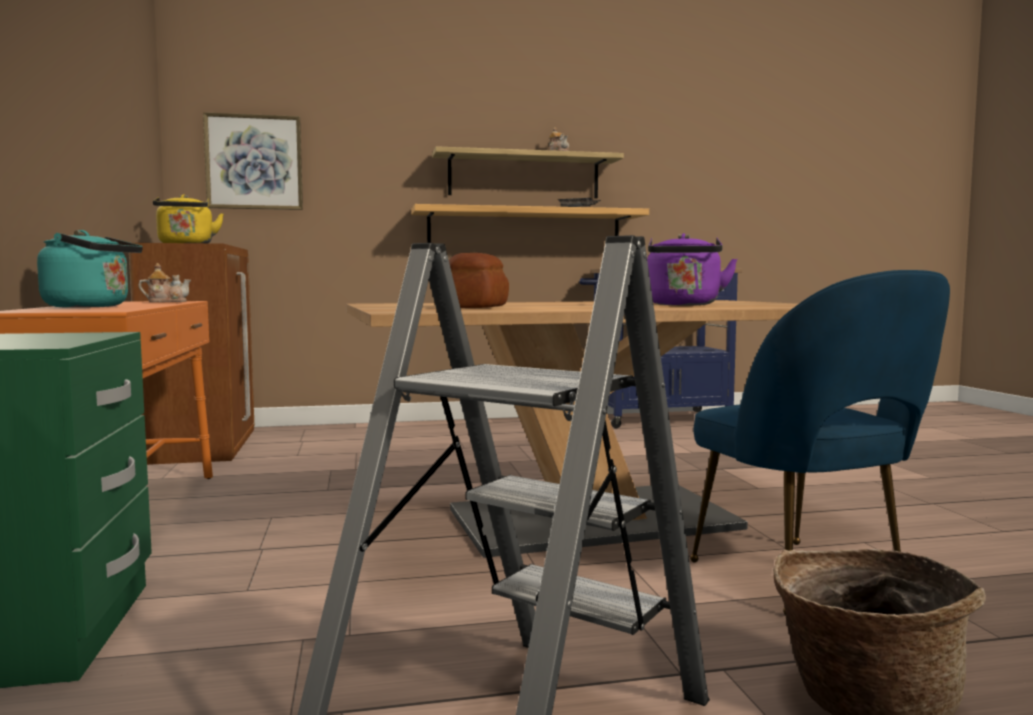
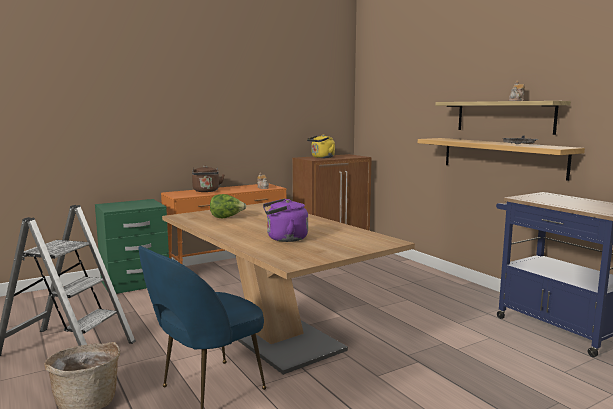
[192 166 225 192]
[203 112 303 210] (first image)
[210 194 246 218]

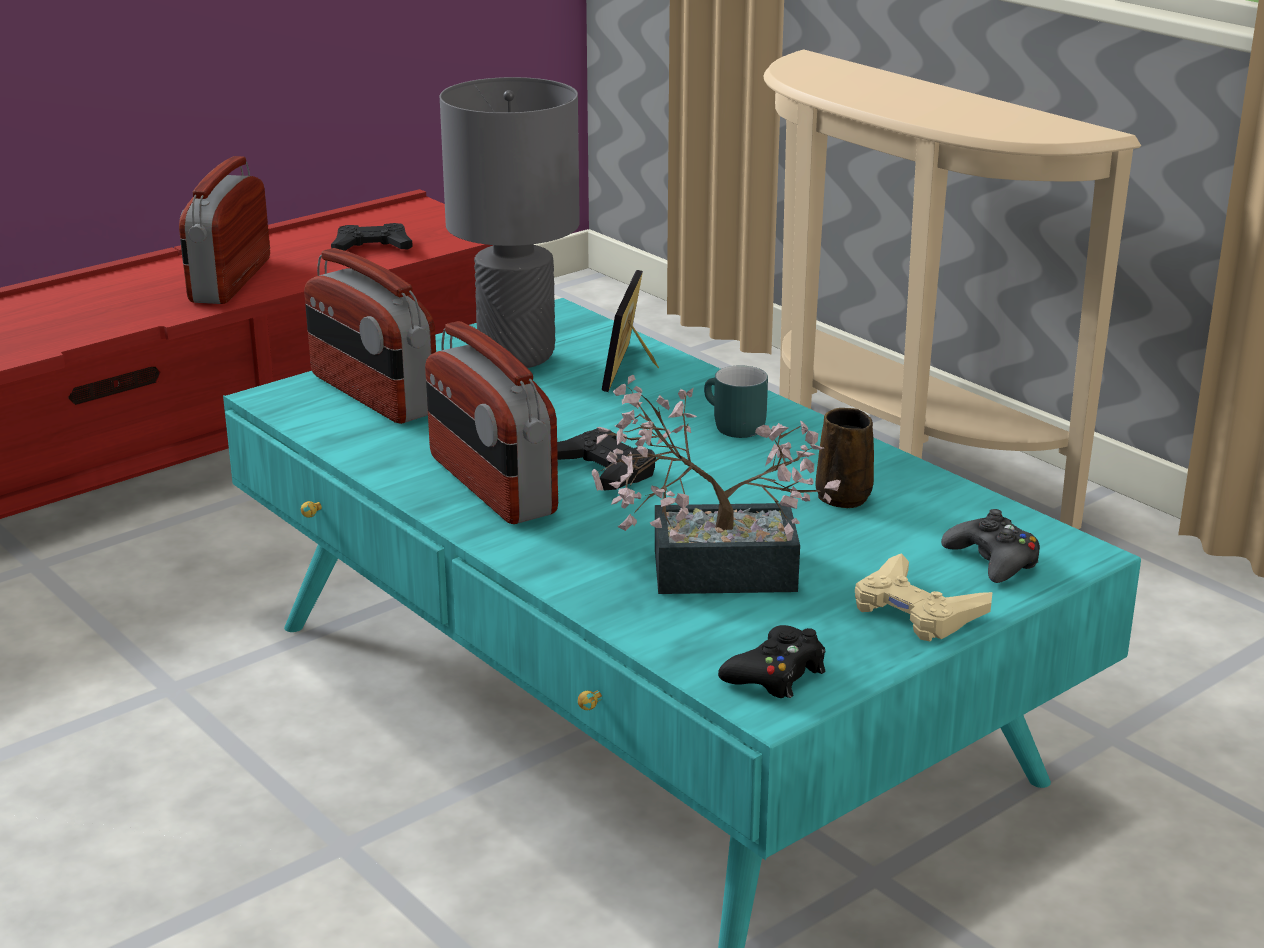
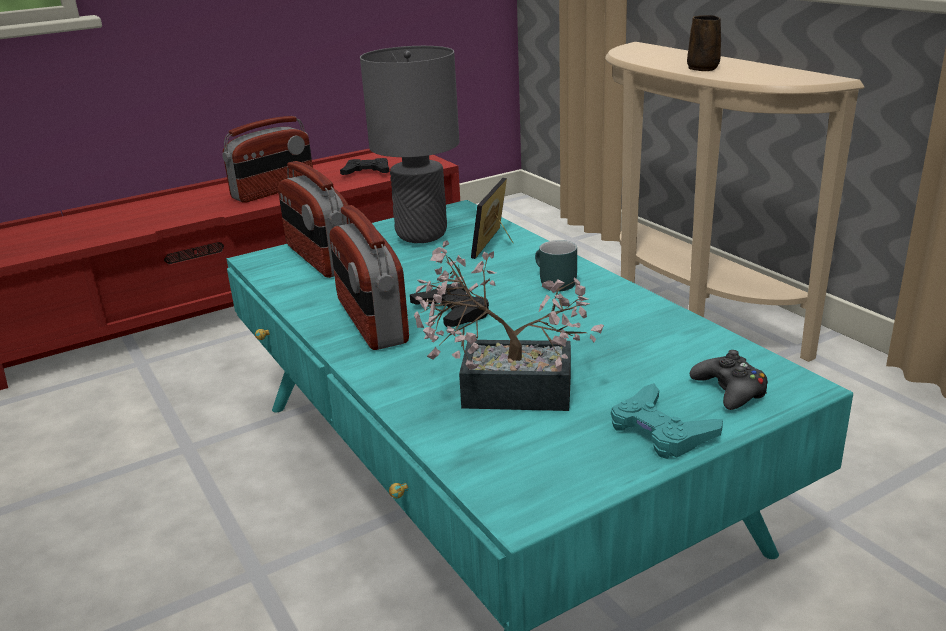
[222 116 313 203]
[718 625 825 698] (first image)
[687 15 721 71]
[611 383 723 459]

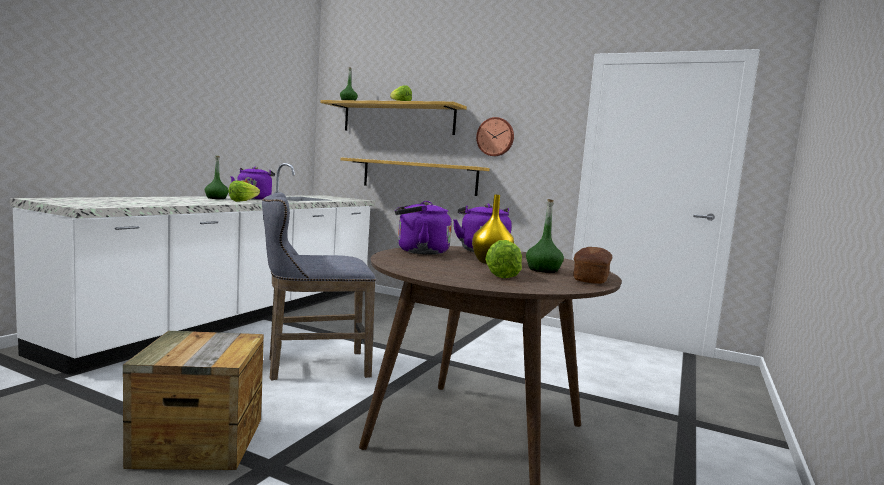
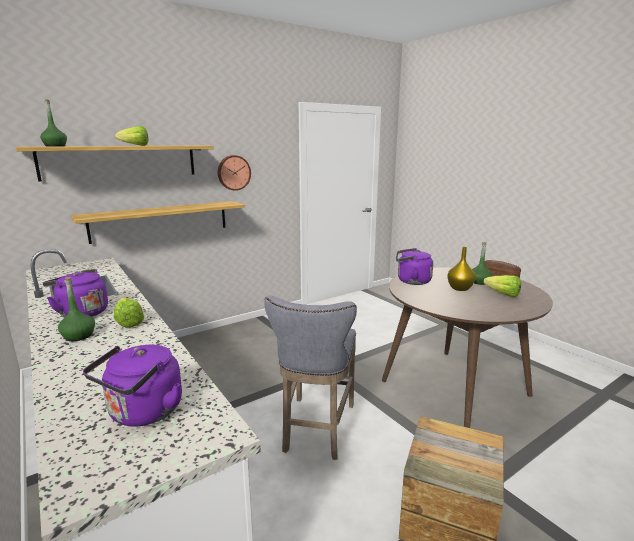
[83 345 182 427]

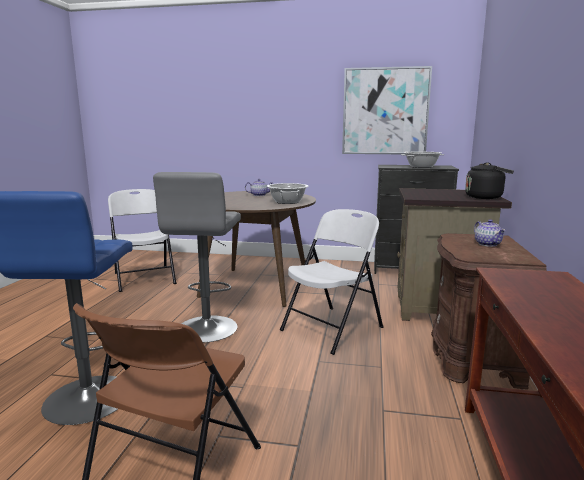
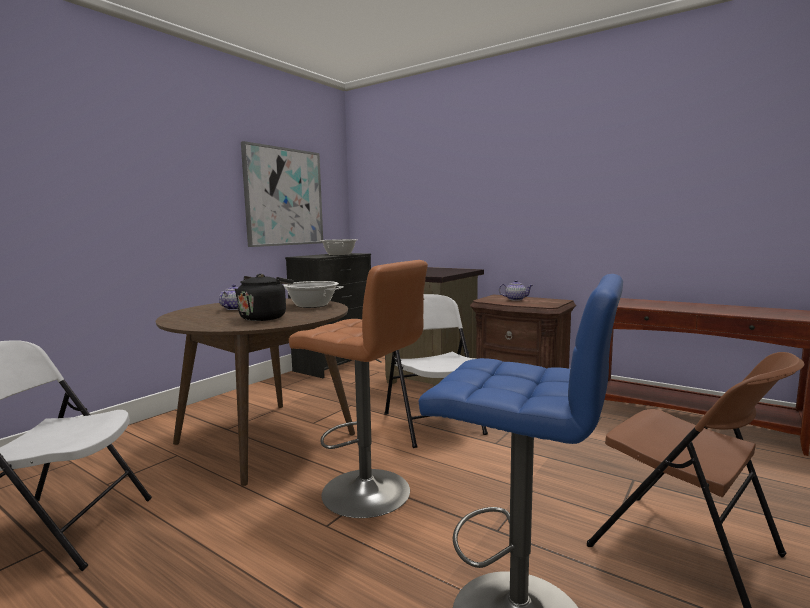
[289 260 428 518]
[235 274 293 321]

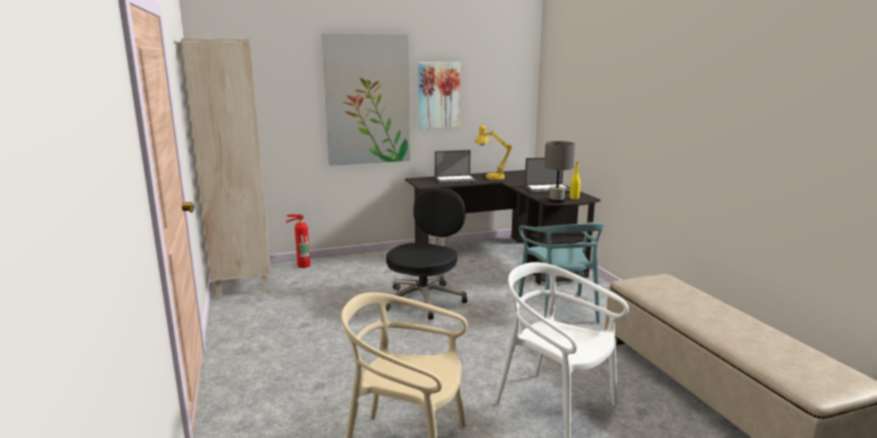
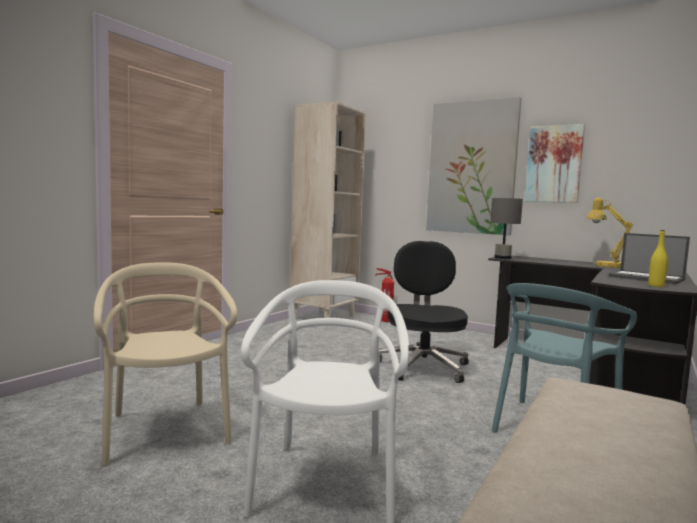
[379 241 469 383]
[435 150 477 184] (first image)
[490 198 523 259]

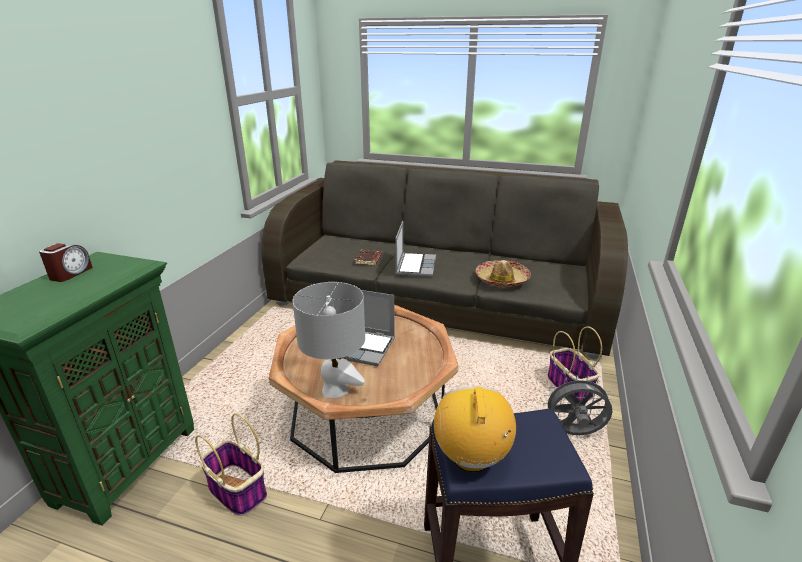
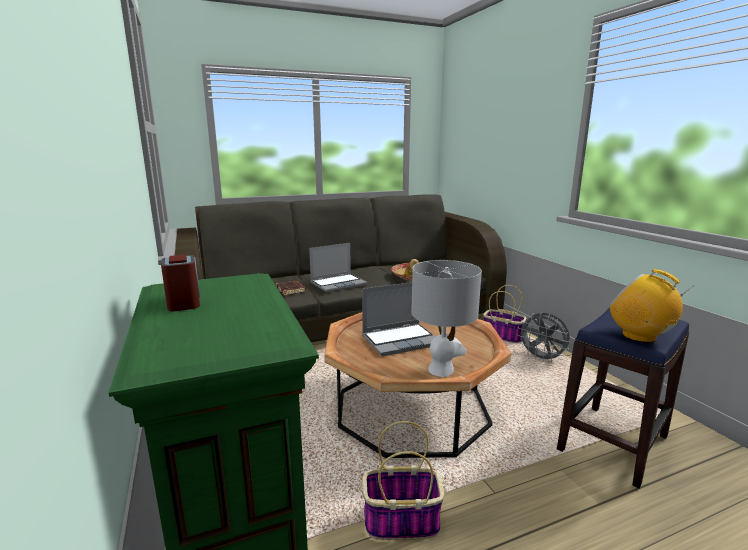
[309 243 367 292]
[517 312 570 363]

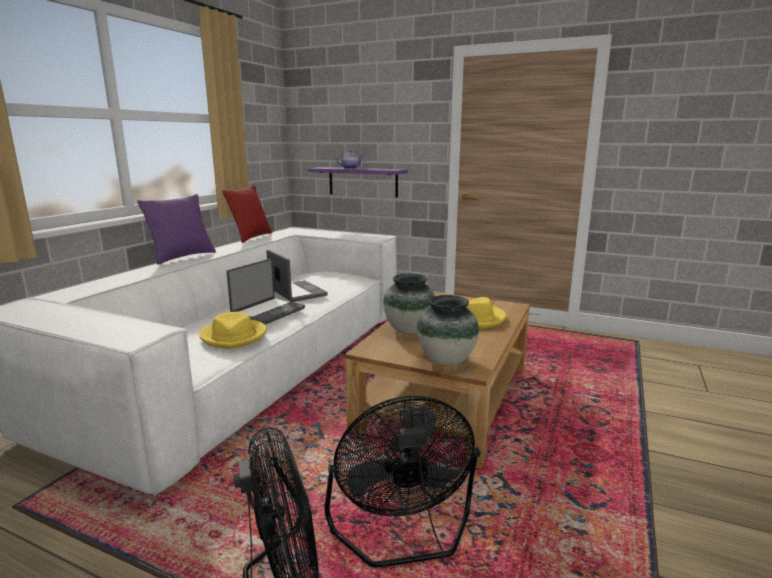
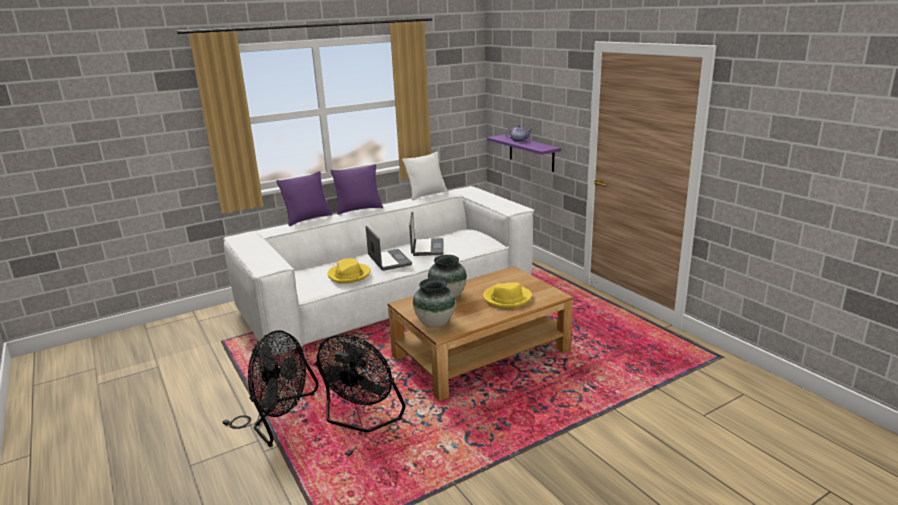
[402 151 448 200]
[366 226 412 271]
[276 171 332 226]

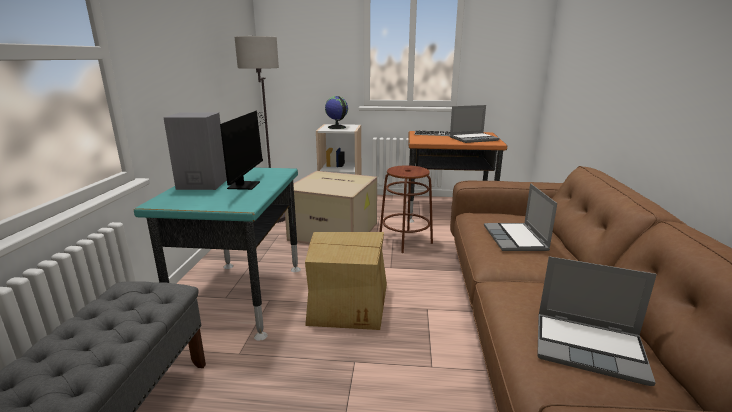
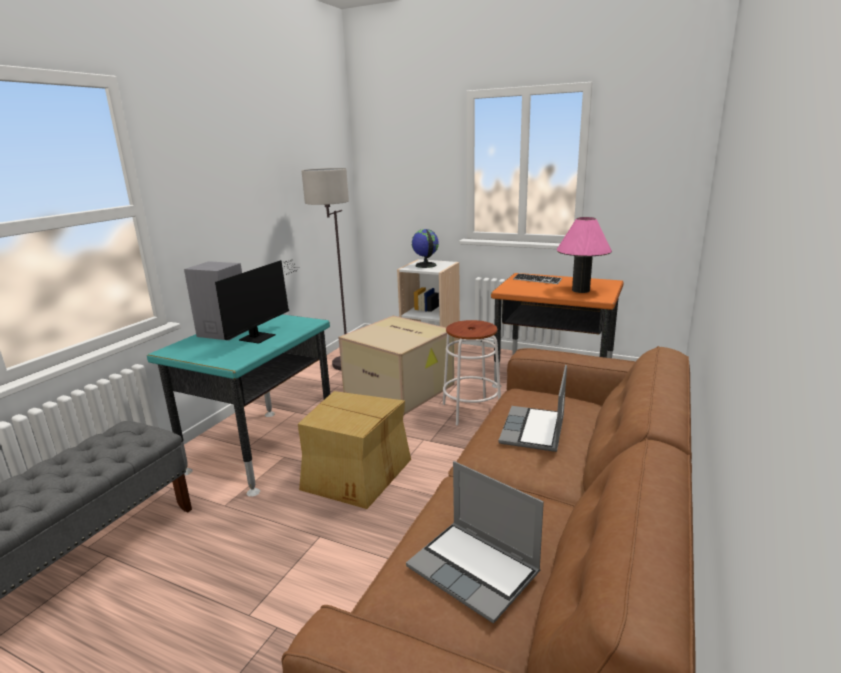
[443 320 501 425]
[557 217 612 293]

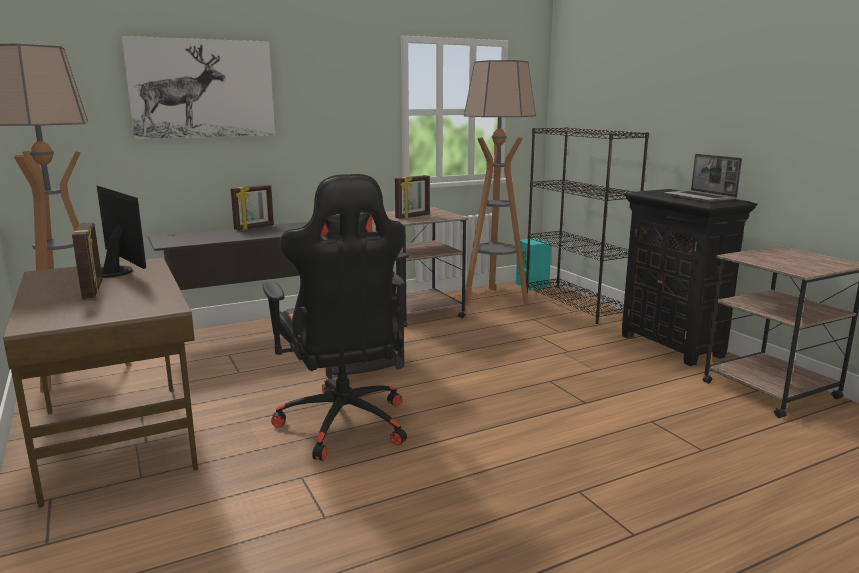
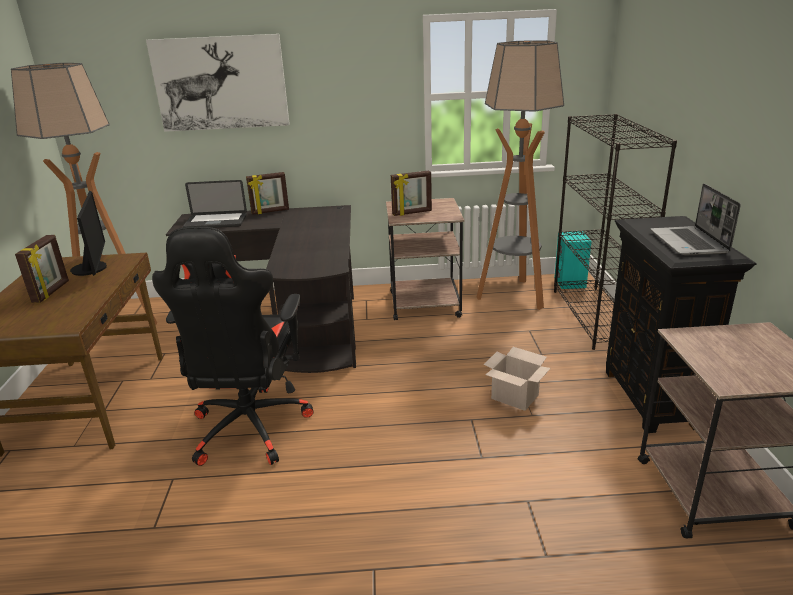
[183 180 247 228]
[483 347 551 411]

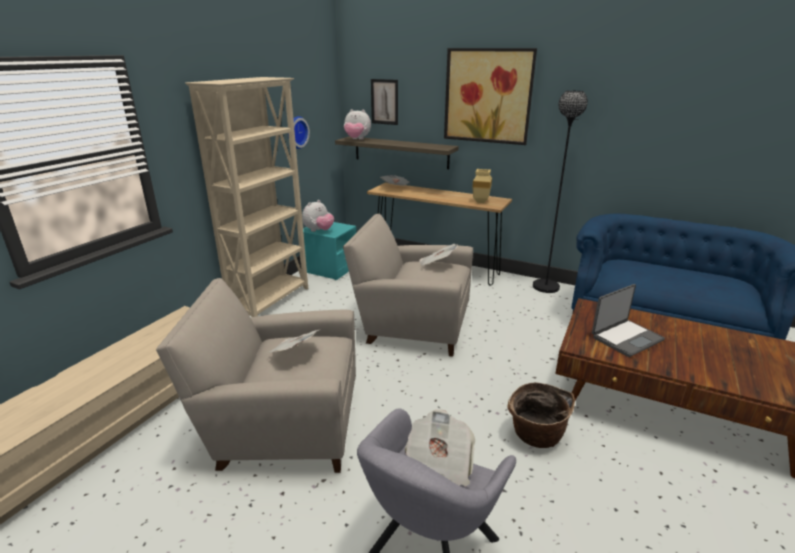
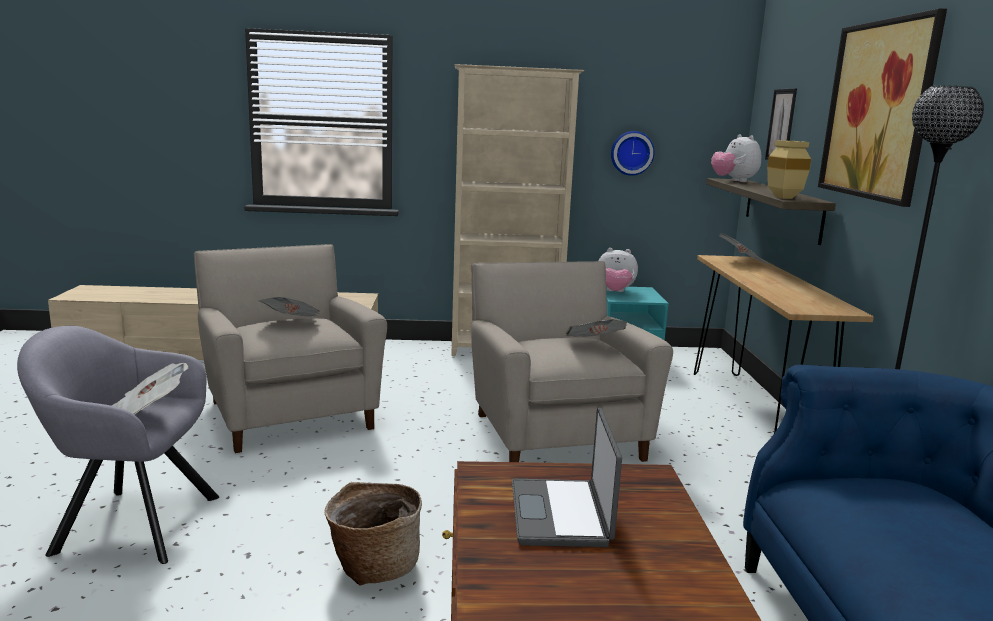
[767 140 811 199]
[512 408 622 547]

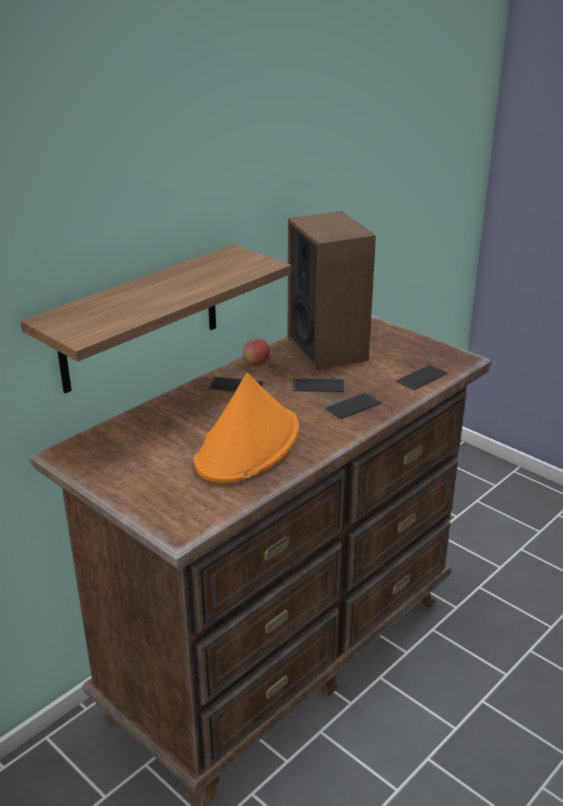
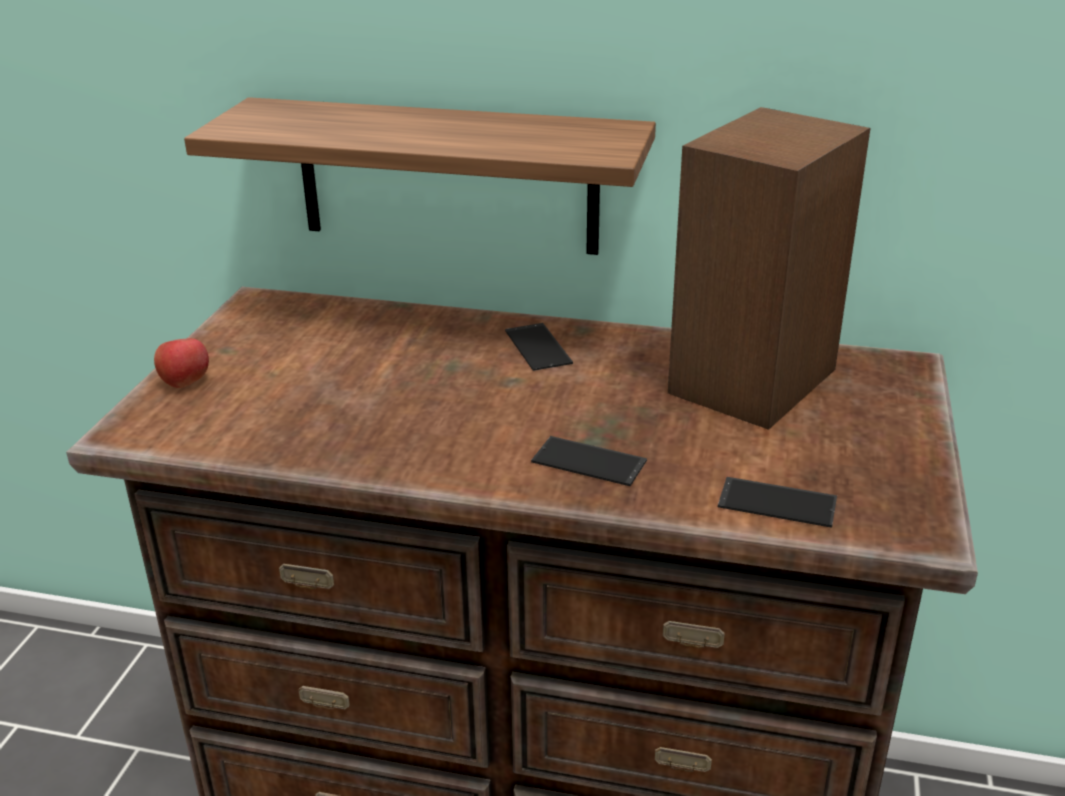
[194 373 299 483] (first image)
[154 338 209 388]
[292 378 345 392] (first image)

